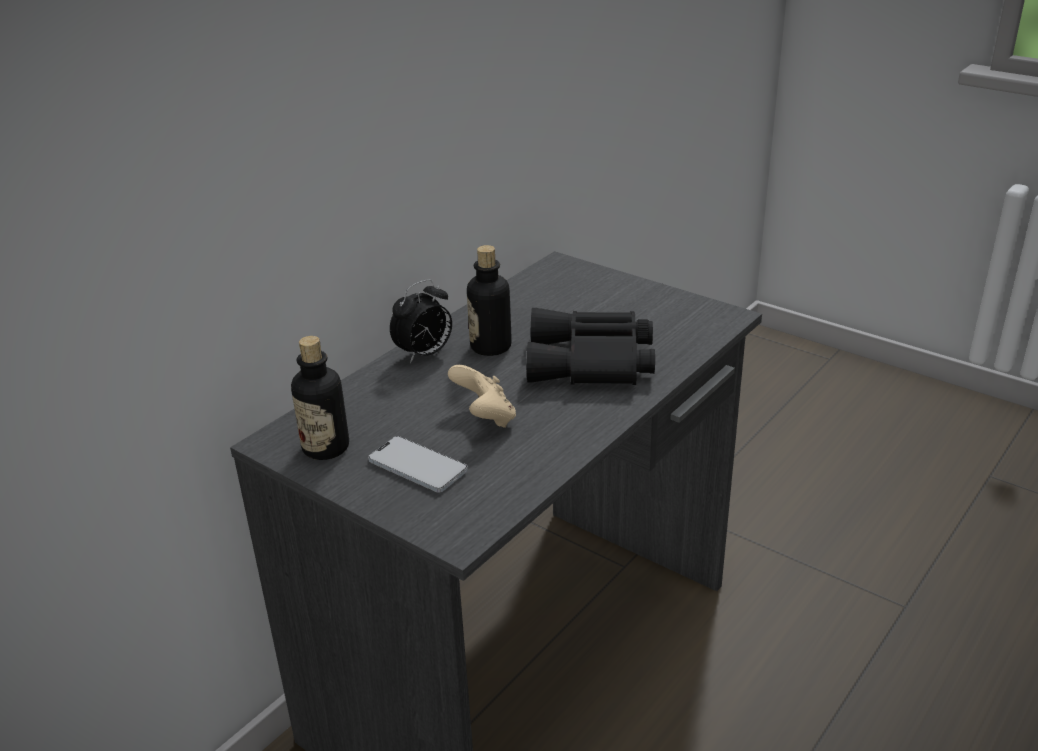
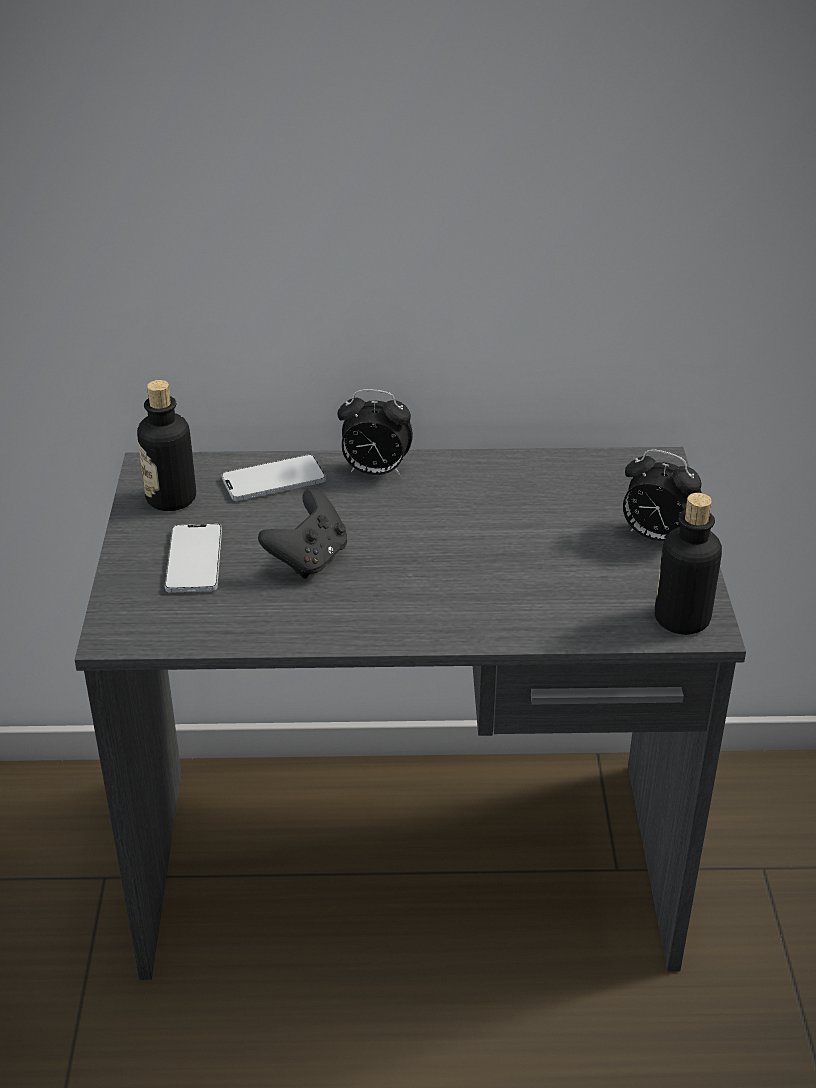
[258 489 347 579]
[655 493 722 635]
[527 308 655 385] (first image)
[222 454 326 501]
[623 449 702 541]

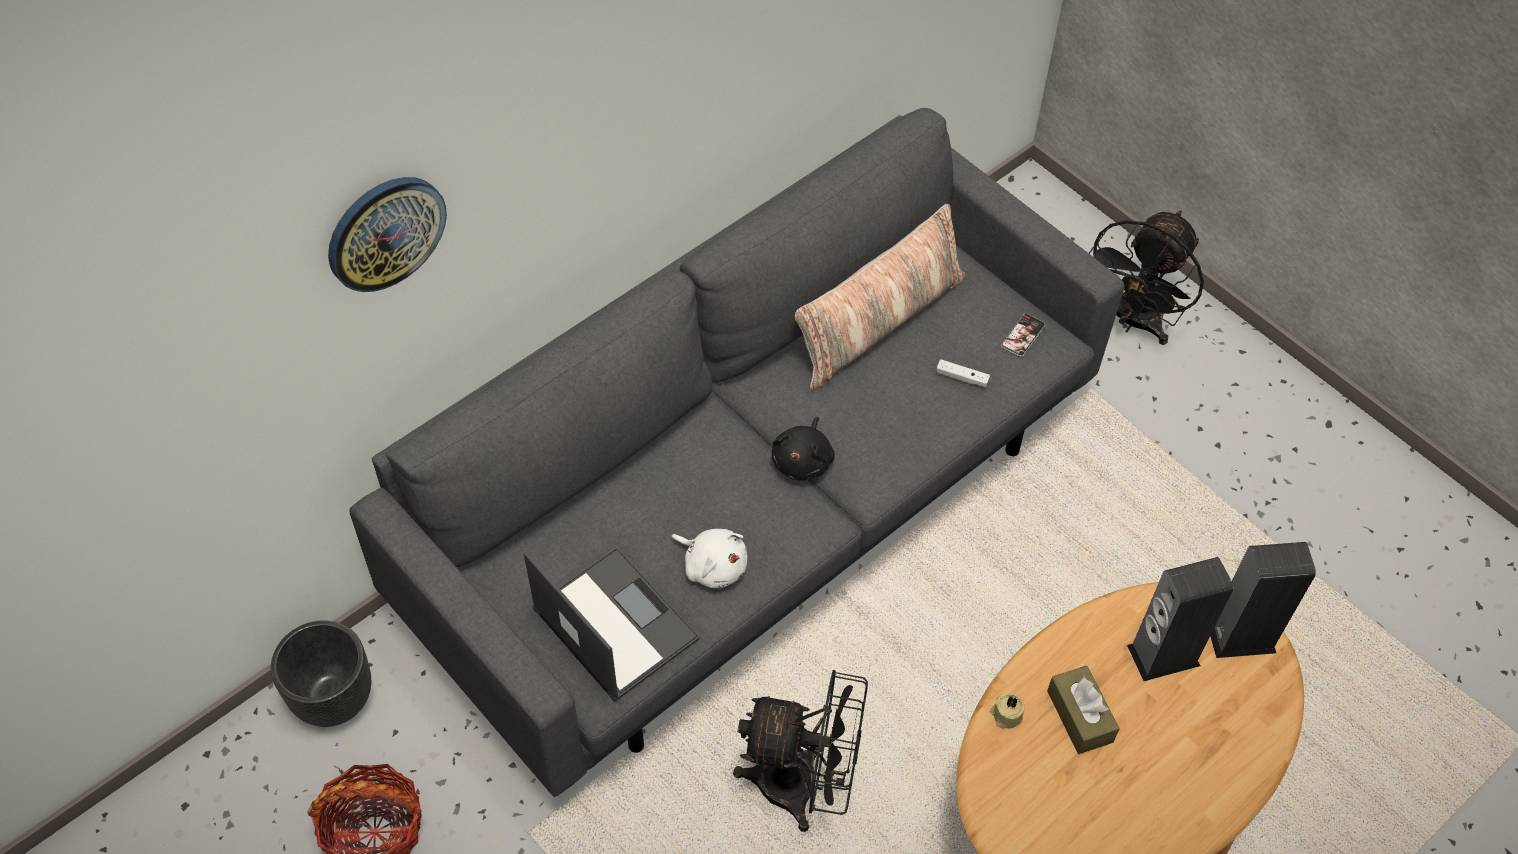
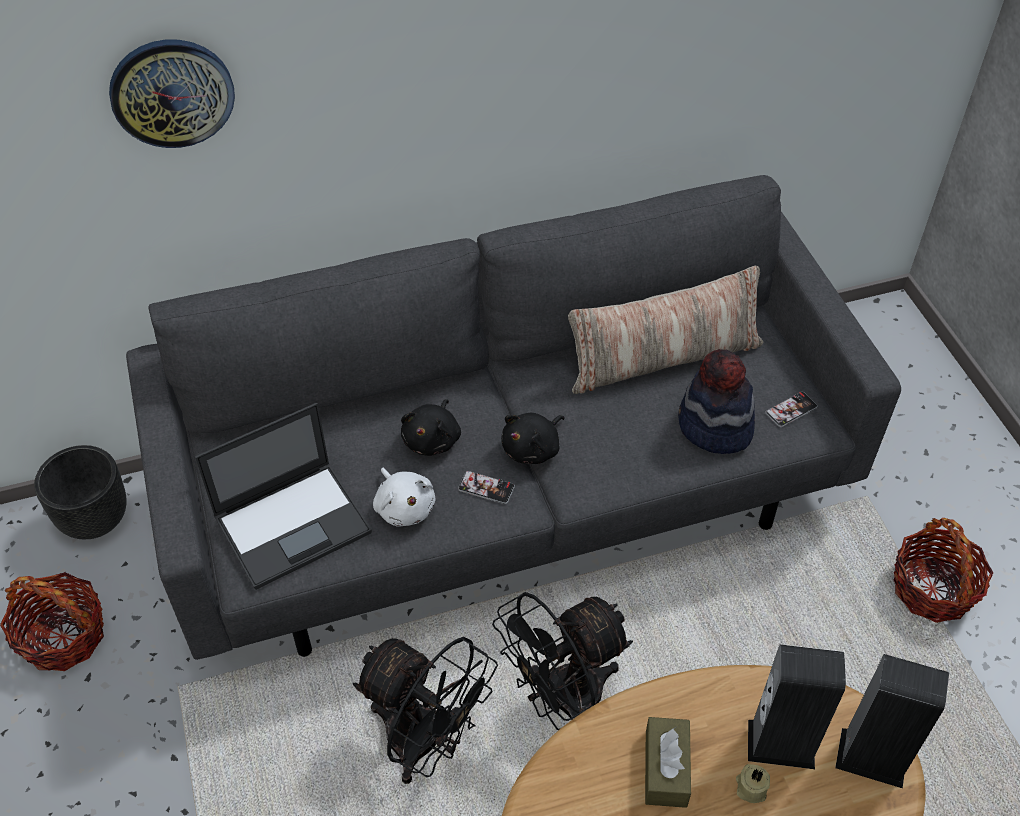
[195 403 372 590]
[678 349 755 454]
[736 764 770 803]
[492 592 633 730]
[401 399 461 456]
[458 471 515 504]
[894 518 993 623]

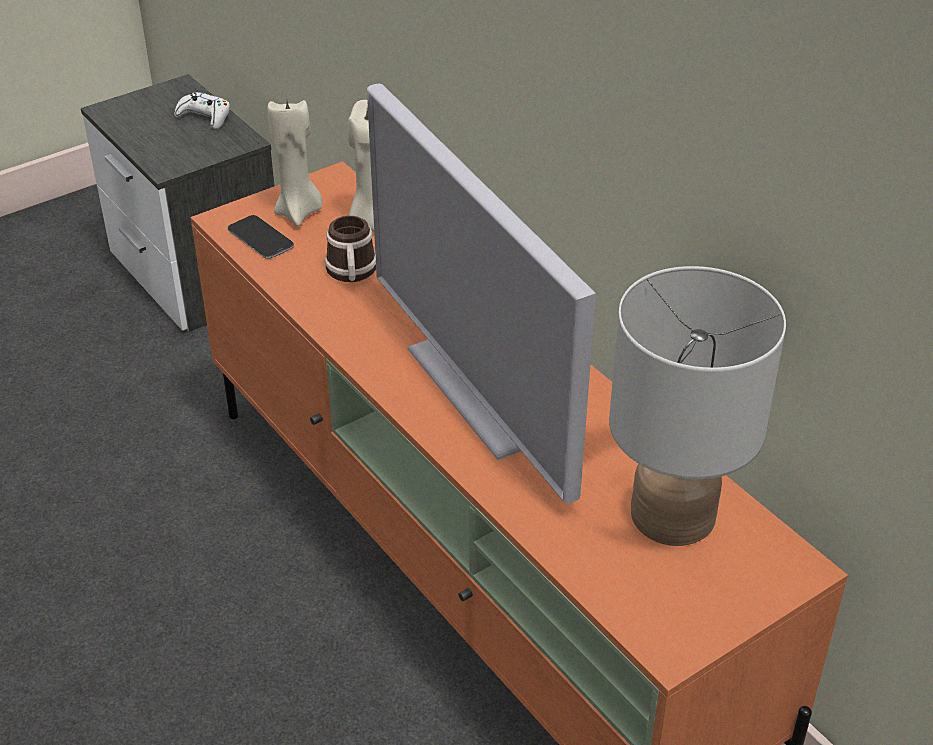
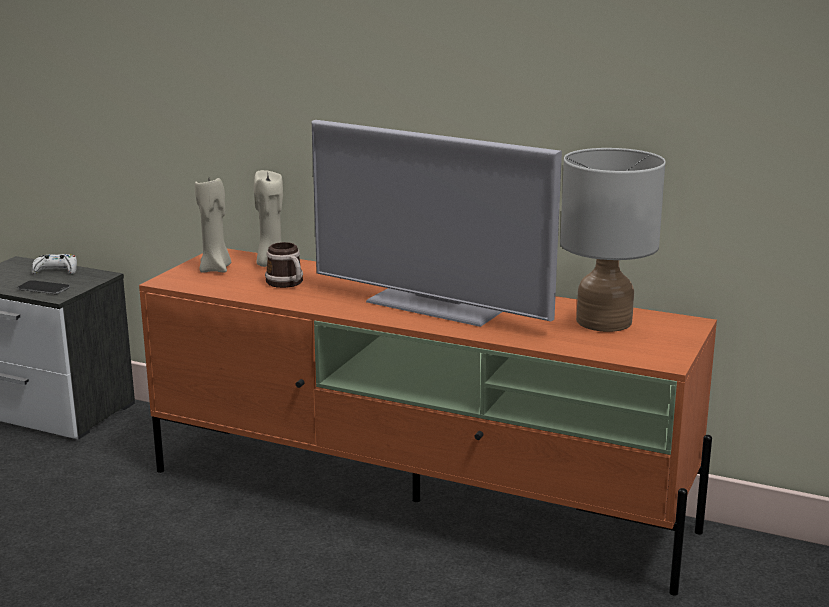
[18 280 70 294]

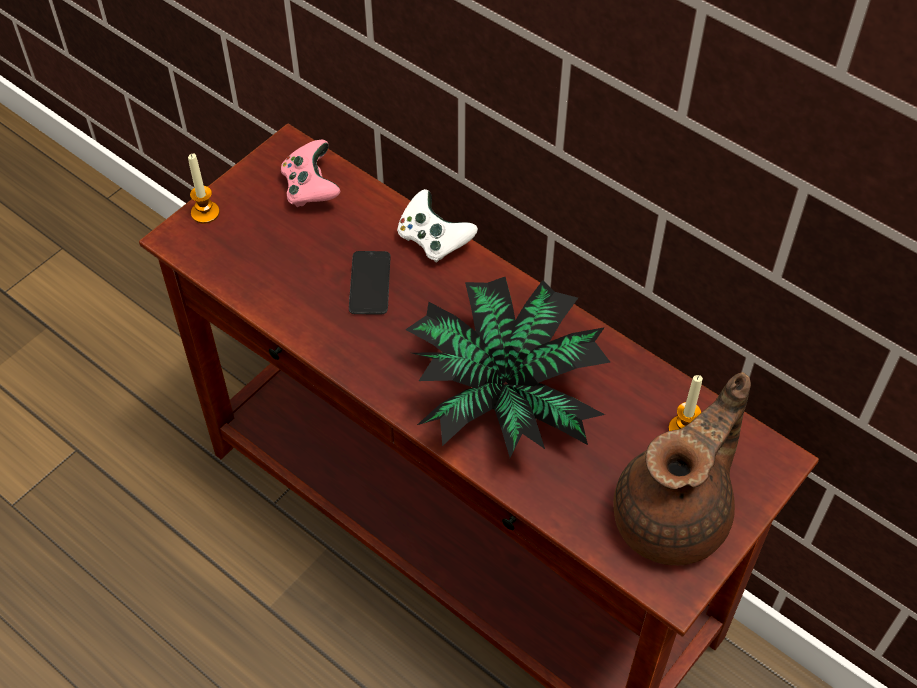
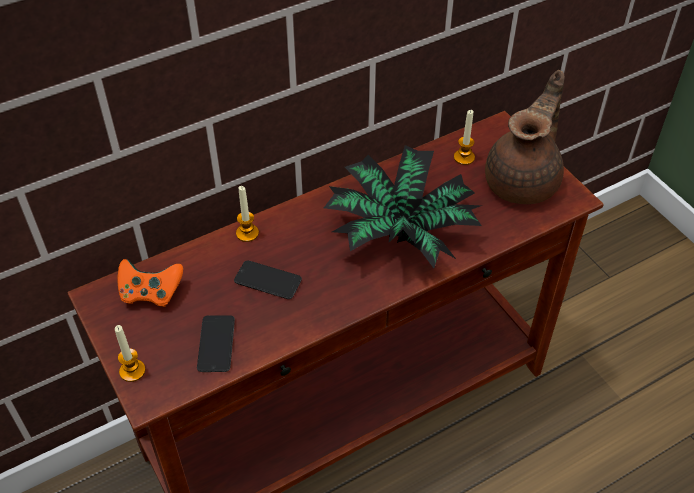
[118 259 183 307]
[236 186 259 242]
[485 70 565 204]
[197 315 235 372]

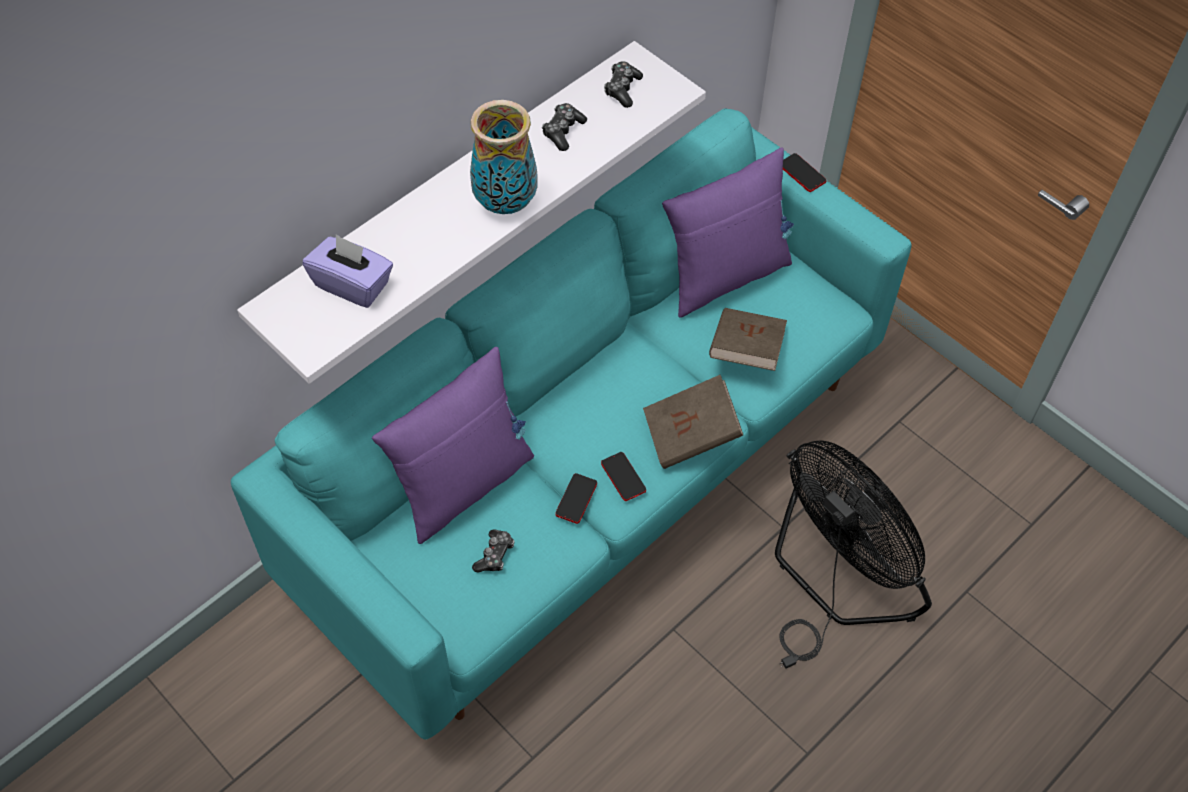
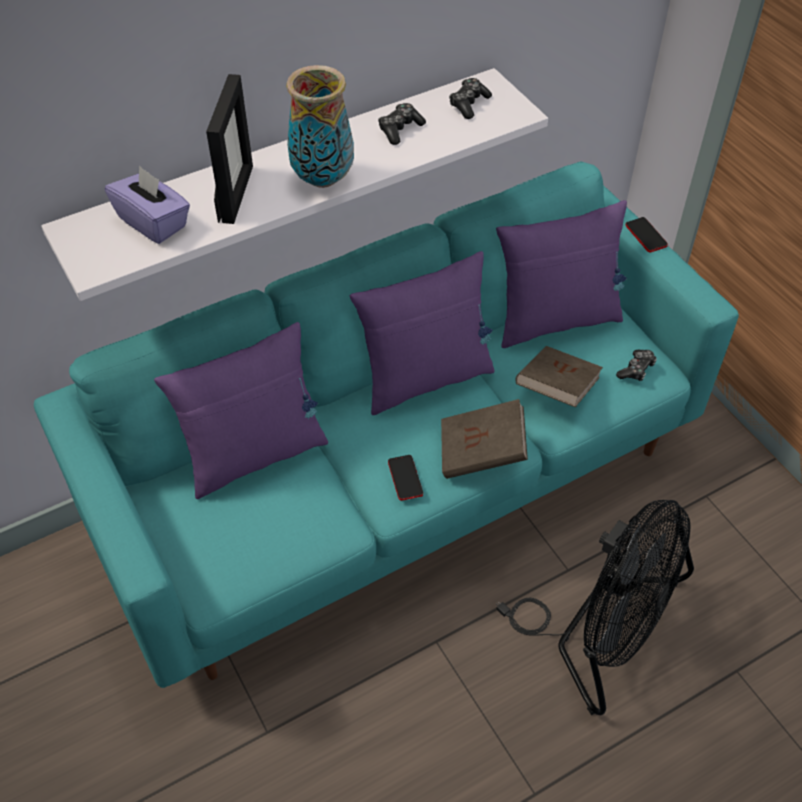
[616 350 657 381]
[556 473 597 524] (first image)
[496 500 694 715]
[206 74 253 224]
[350 251 495 415]

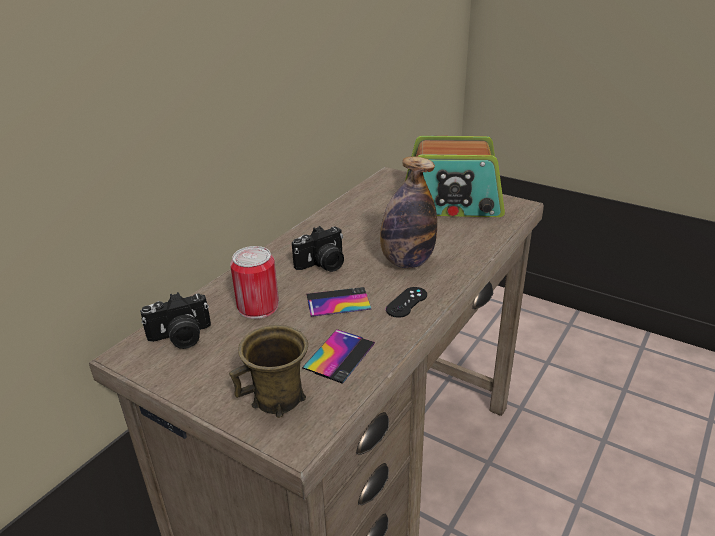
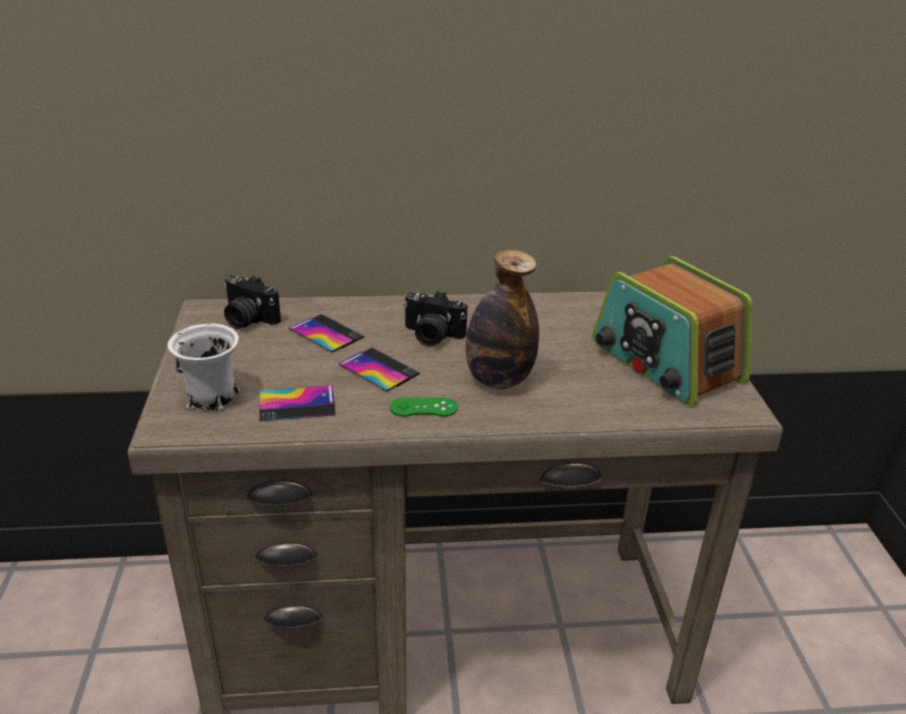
[167 324 240 411]
[289 314 365 353]
[390 398 458 417]

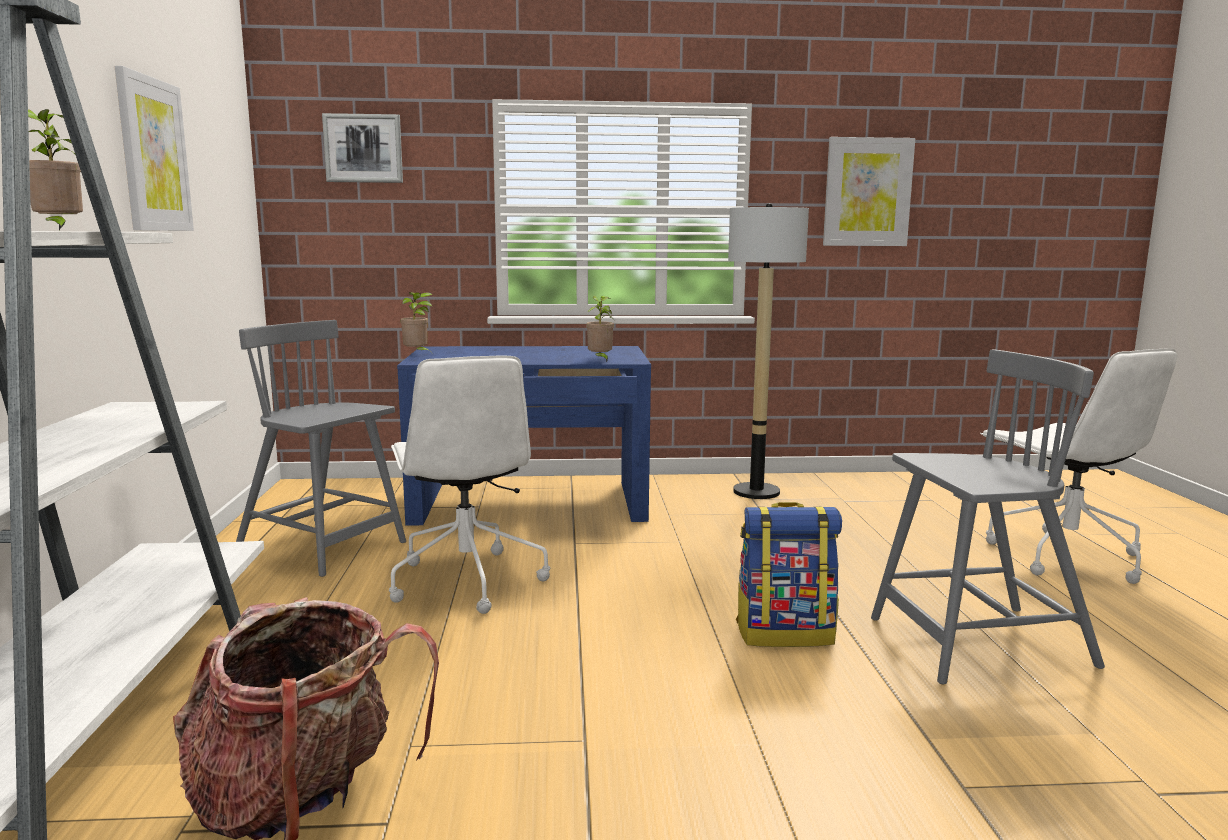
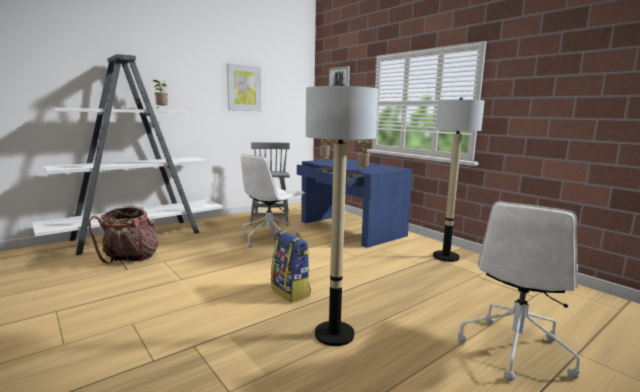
[823 137 915 246] (first image)
[306 84 378 346]

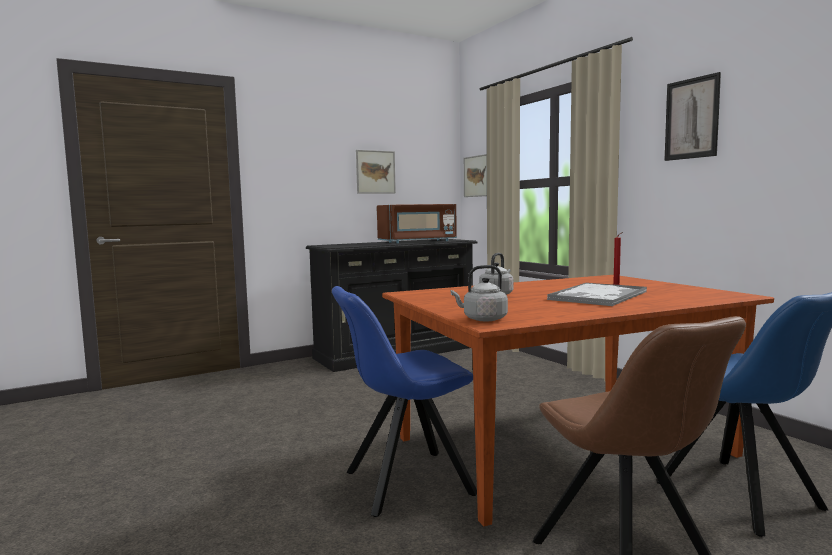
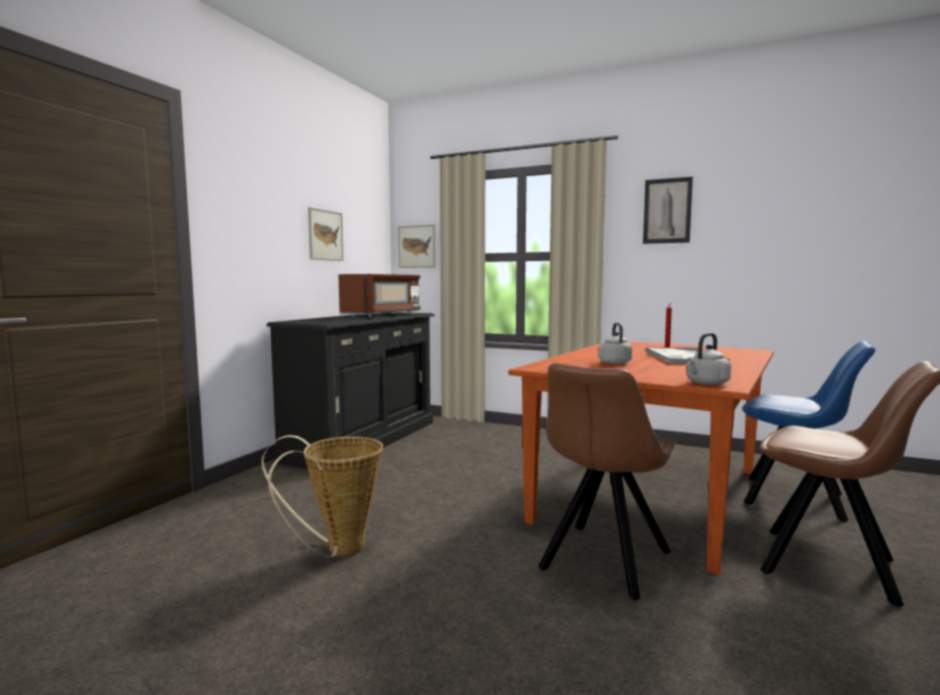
[538 363 675 600]
[261 435 383 558]

